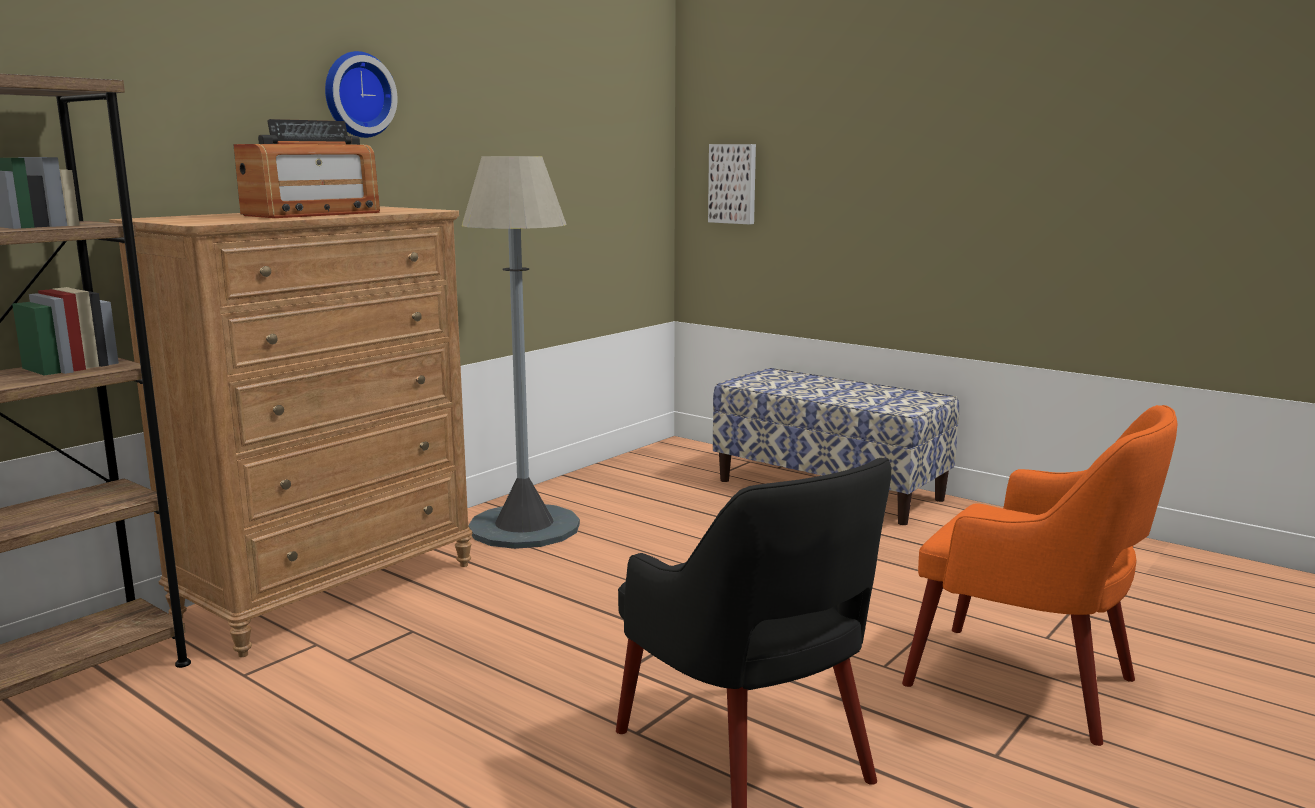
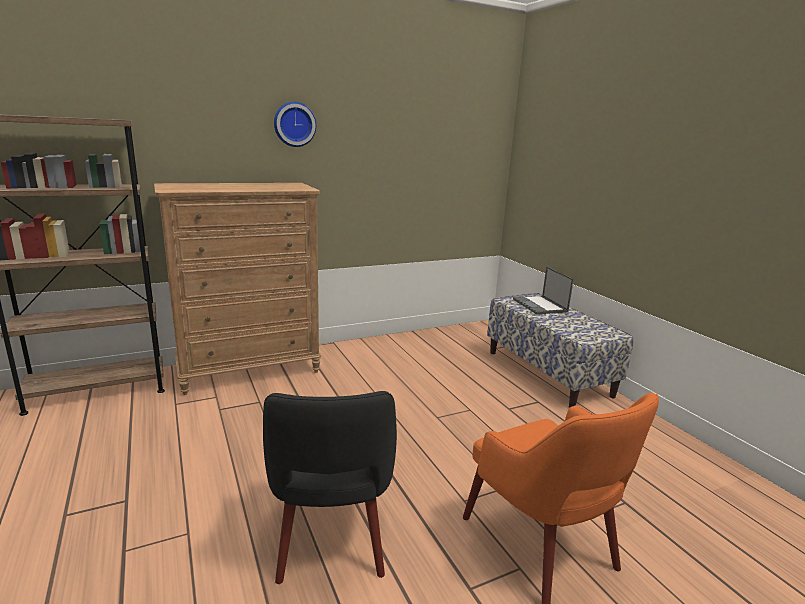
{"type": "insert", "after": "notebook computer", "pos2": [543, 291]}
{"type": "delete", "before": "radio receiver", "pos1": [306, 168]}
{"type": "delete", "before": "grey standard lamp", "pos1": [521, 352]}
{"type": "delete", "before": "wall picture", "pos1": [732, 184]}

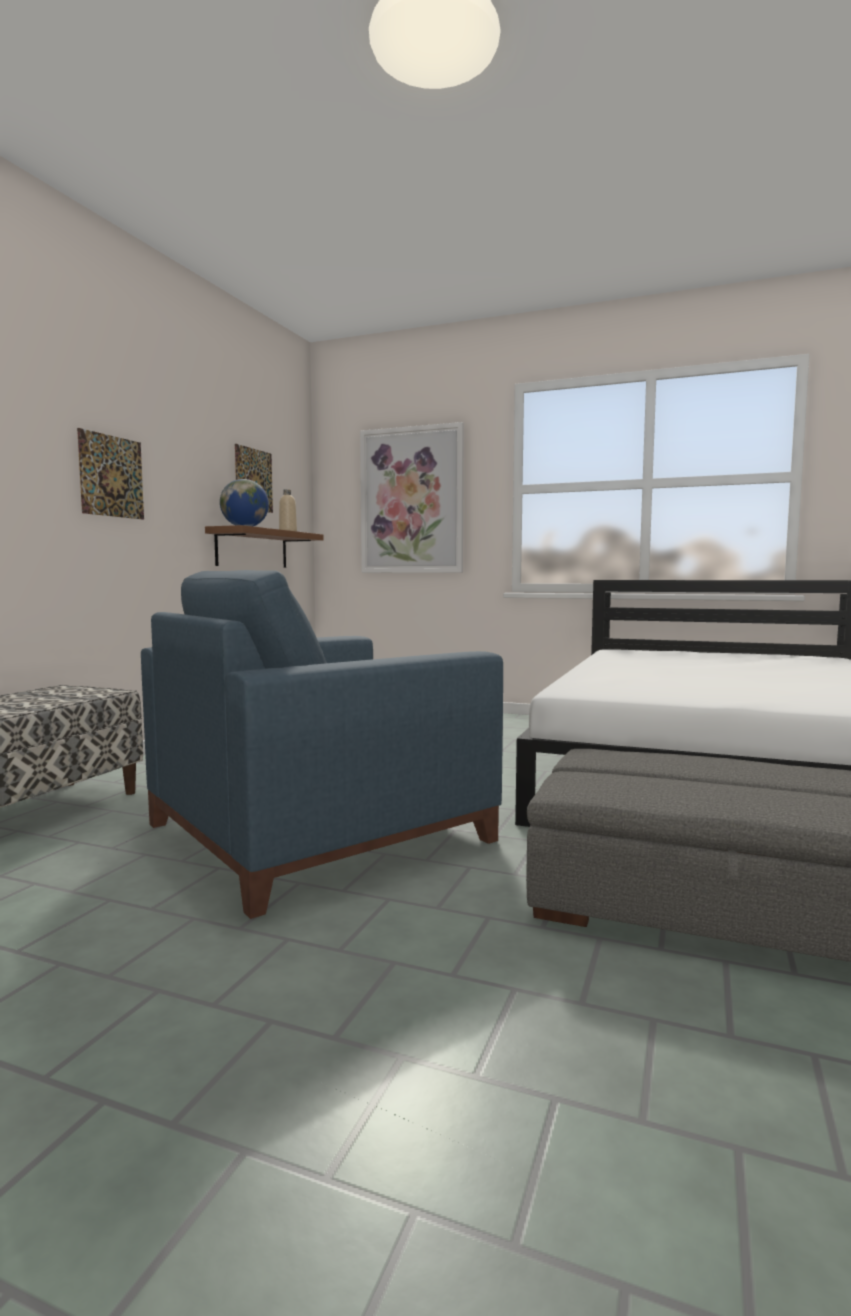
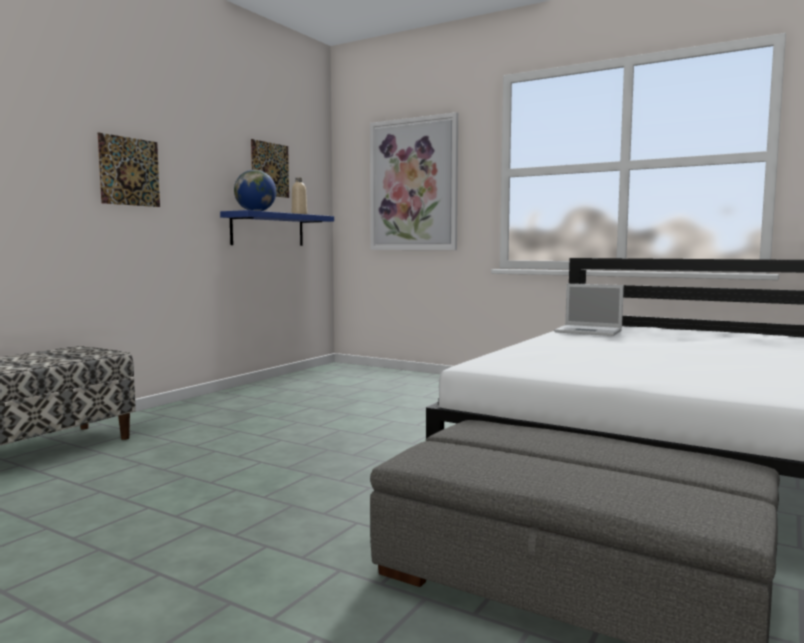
{"type": "recolor", "before": "brown wall shelf", "after": "blue-coloured wall shelf", "pos1": [264, 546], "pos2": [277, 228]}
{"type": "insert", "after": "notebook computer", "pos2": [589, 310]}
{"type": "delete", "before": "blue-coloured easy chair", "pos1": [322, 744]}

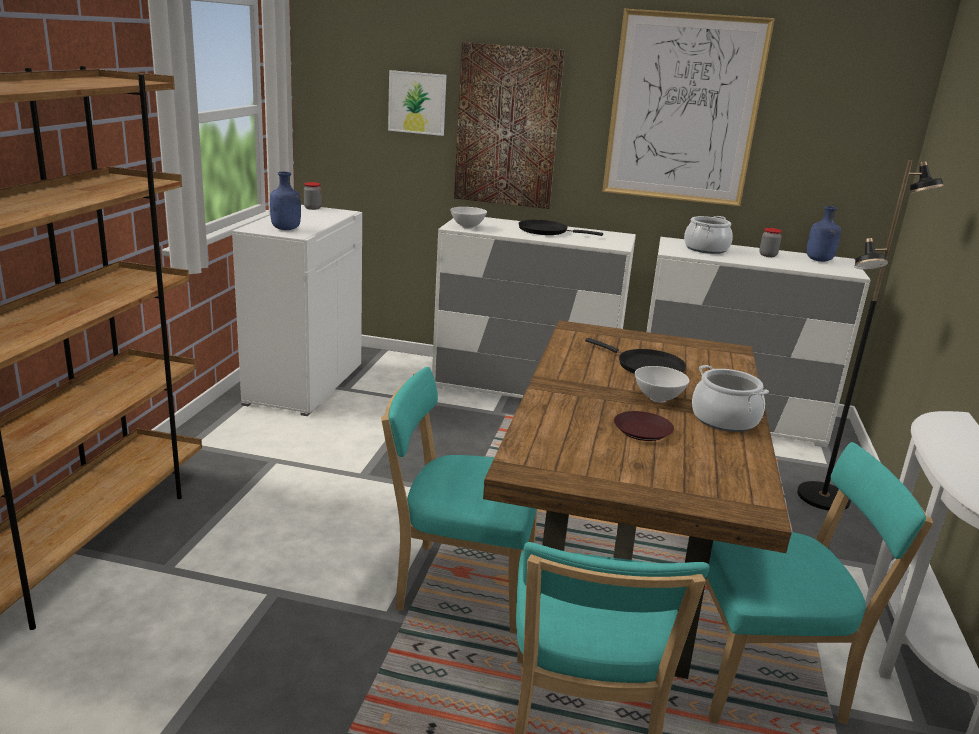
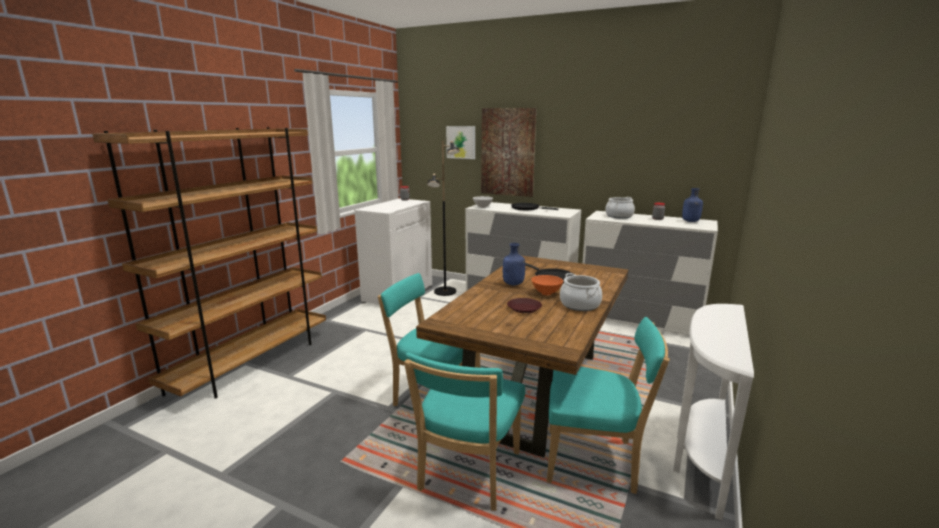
{"type": "move", "before": "blackish standard lamp", "pos1": [871, 335], "pos2": [443, 218]}
{"type": "move", "before": "blue-coloured bottle", "pos1": [285, 201], "pos2": [514, 264]}
{"type": "recolor", "before": "whitish bowl", "after": "orange-coloured bowl", "pos1": [662, 384], "pos2": [547, 285]}
{"type": "delete", "before": "wall picture", "pos1": [688, 107]}

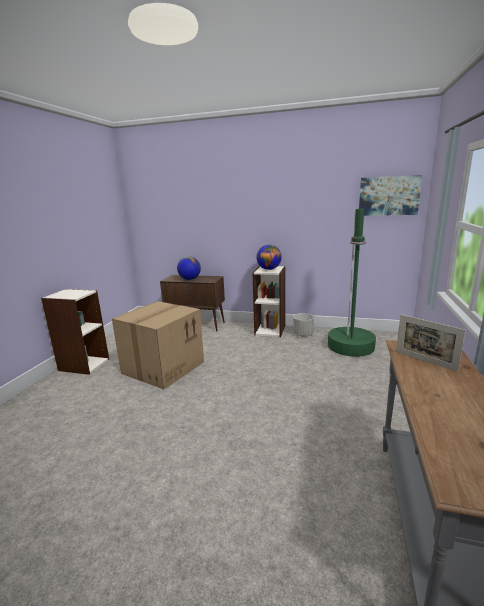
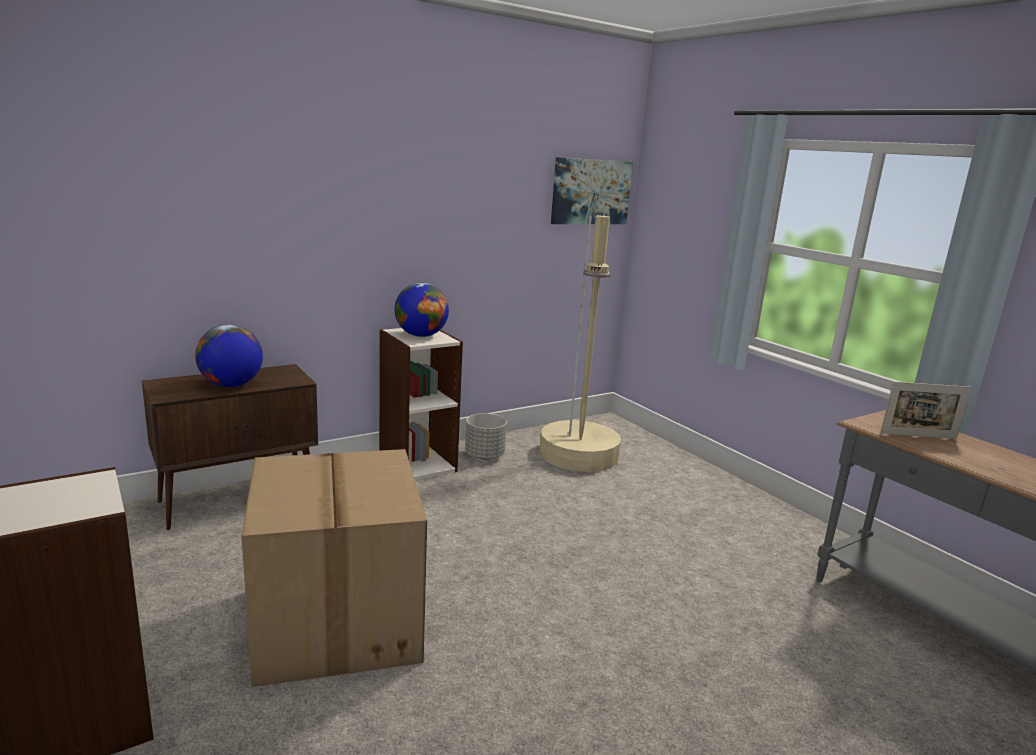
{"type": "recolor", "before": "green-coloured standard lamp", "after": "sand-coloured standard lamp", "pos1": [352, 283], "pos2": [580, 344]}

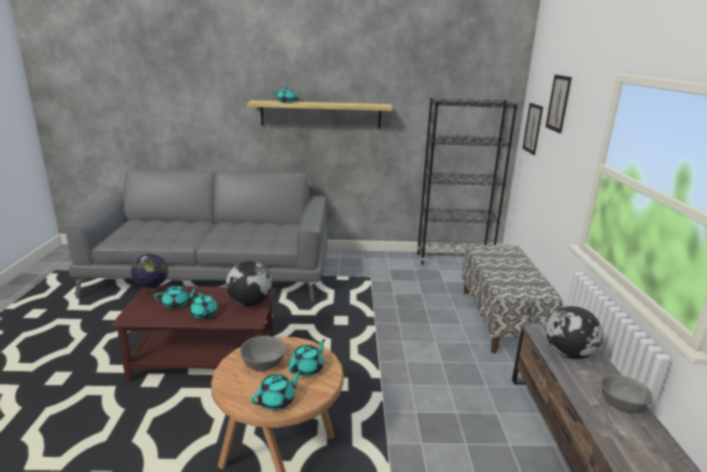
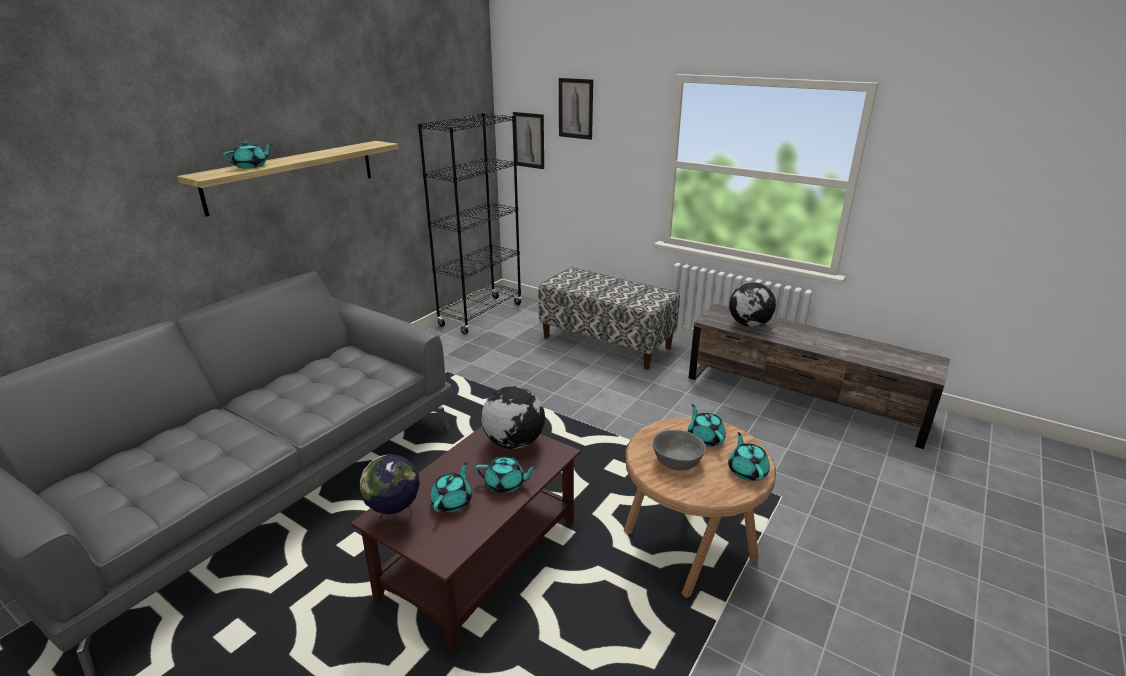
{"type": "delete", "before": "grey bowl", "pos1": [626, 393]}

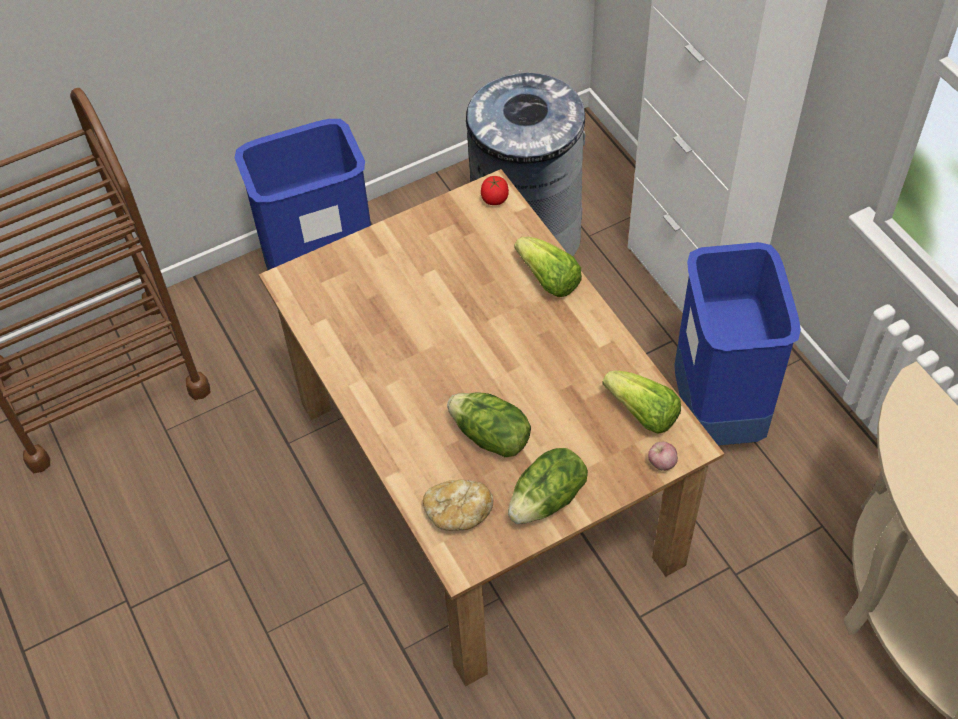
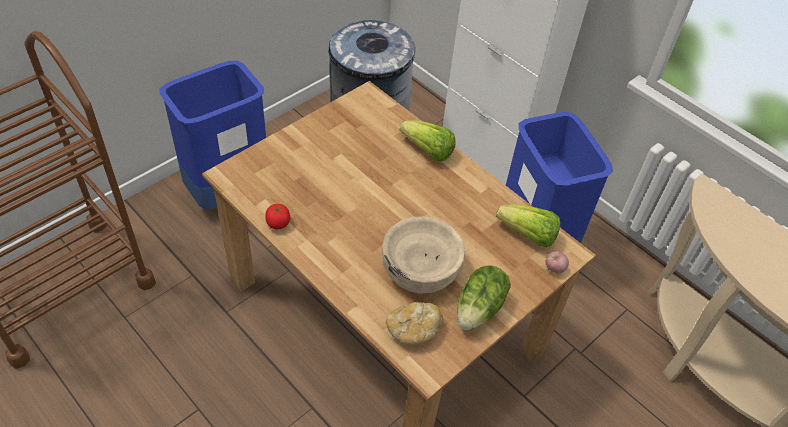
{"type": "move", "before": "tomato", "pos1": [495, 190], "pos2": [277, 216]}
{"type": "replace", "before": "lettuce head", "after": "sand-coloured bowl", "pos1": [489, 424], "pos2": [423, 255]}

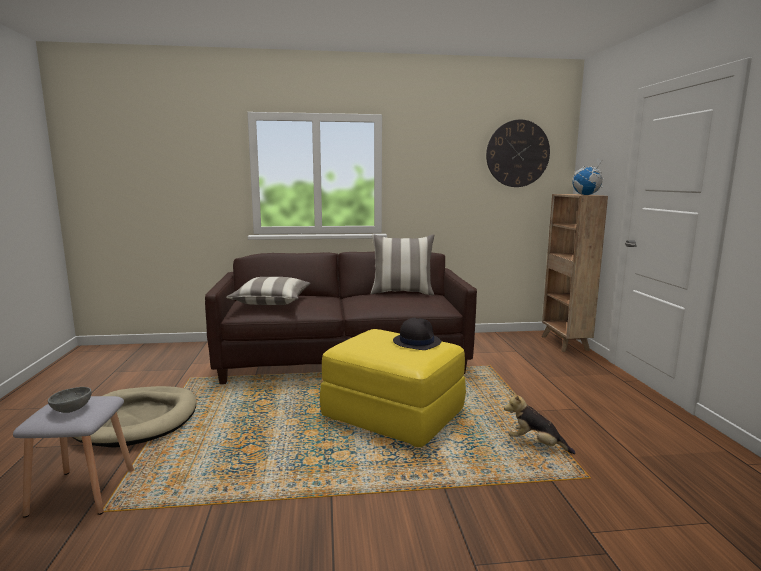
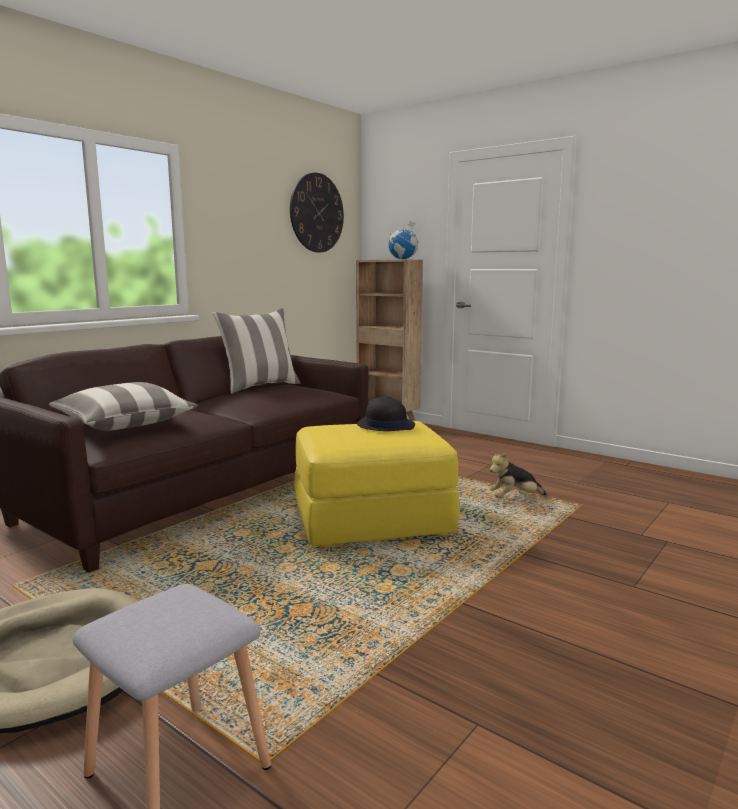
{"type": "delete", "before": "grey bowl", "pos1": [70, 400]}

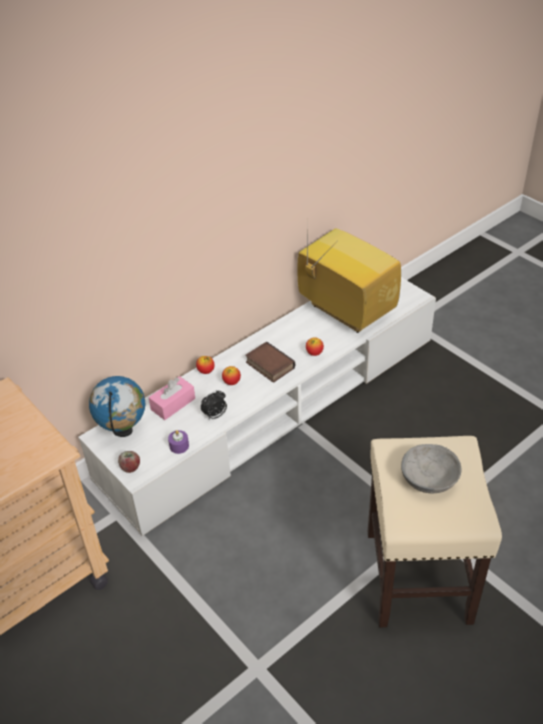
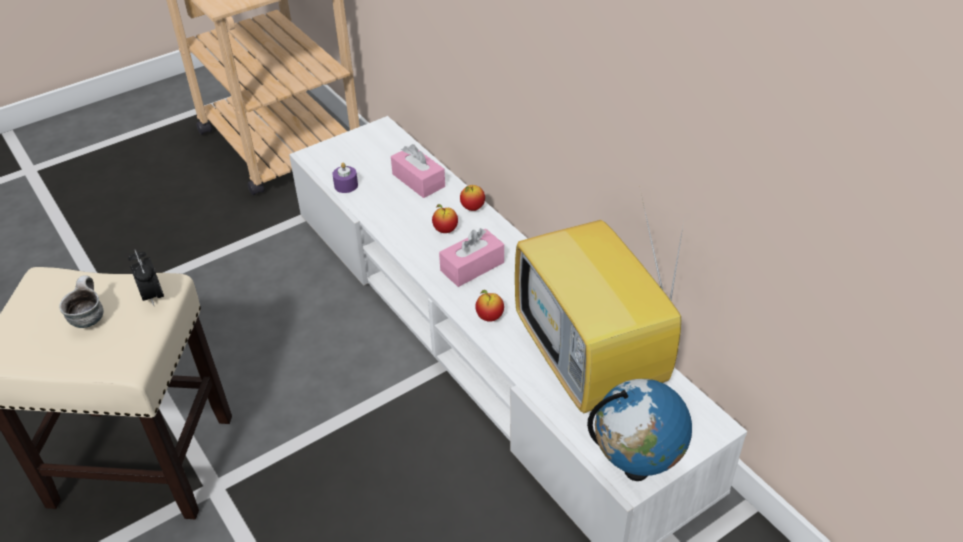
{"type": "replace", "before": "grey bowl", "after": "tea mug", "pos1": [431, 468], "pos2": [81, 301]}
{"type": "move", "before": "table clock", "pos1": [214, 404], "pos2": [146, 278]}
{"type": "replace", "before": "book", "after": "pink-coloured box of tissues", "pos1": [270, 362], "pos2": [471, 257]}
{"type": "rotate", "before": "TV", "pos1": [349, 279], "pos2": [600, 301], "turn": 105}
{"type": "move", "before": "globe", "pos1": [117, 406], "pos2": [639, 430]}
{"type": "delete", "before": "apple fruit", "pos1": [129, 462]}

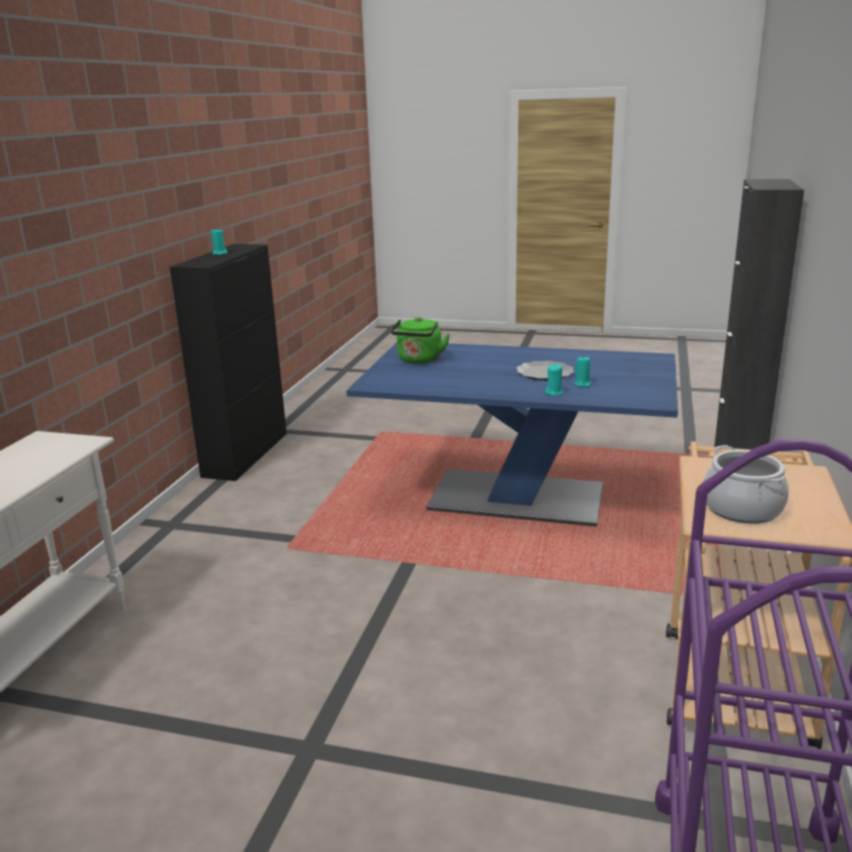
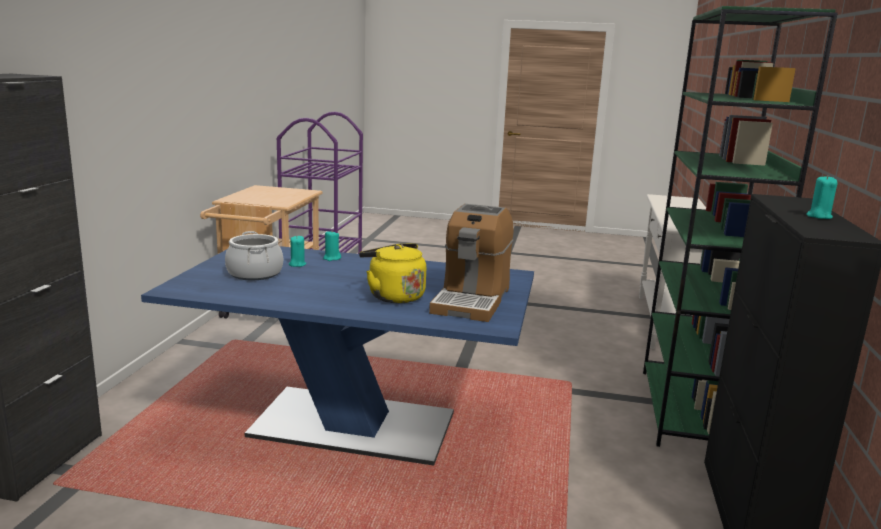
{"type": "move", "before": "cooking pot", "pos1": [746, 484], "pos2": [254, 255]}
{"type": "insert", "after": "yellow tea kettle", "pos2": [392, 273]}
{"type": "replace", "before": "green-coloured tea kettle", "after": "coffee brewer", "pos1": [420, 340], "pos2": [471, 263]}
{"type": "insert", "after": "green-coloured shelving unit", "pos2": [740, 226]}
{"type": "delete", "before": "dinner plate", "pos1": [545, 371]}

